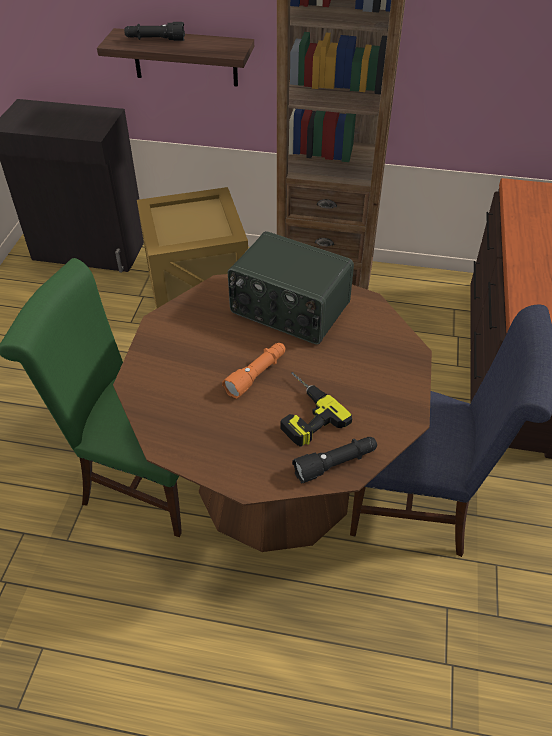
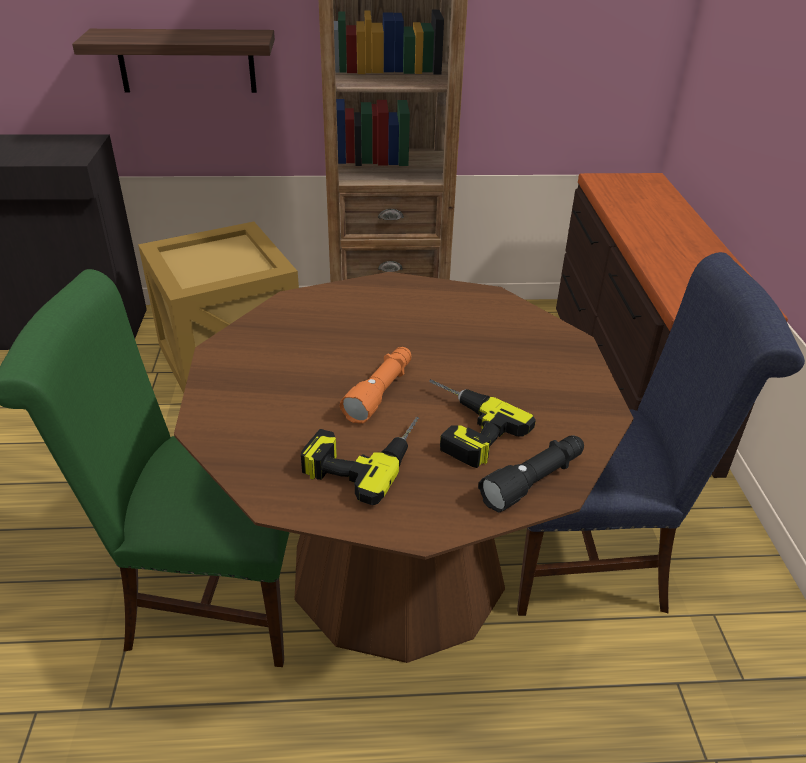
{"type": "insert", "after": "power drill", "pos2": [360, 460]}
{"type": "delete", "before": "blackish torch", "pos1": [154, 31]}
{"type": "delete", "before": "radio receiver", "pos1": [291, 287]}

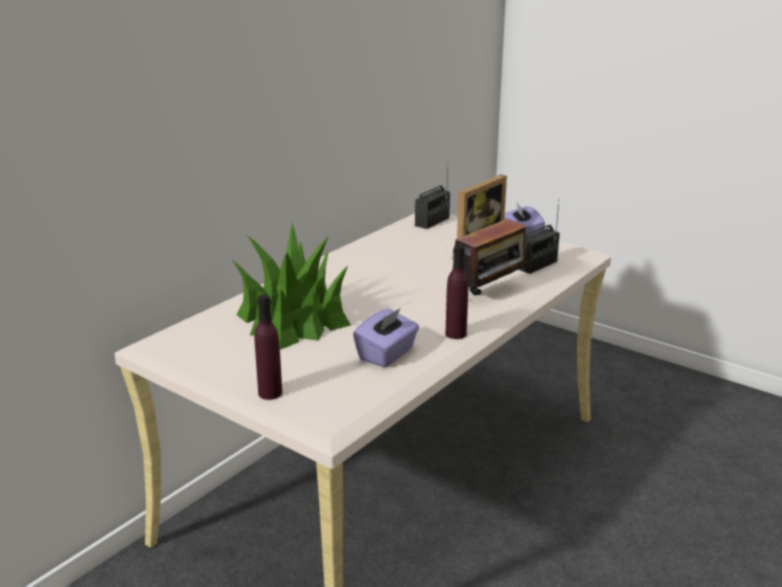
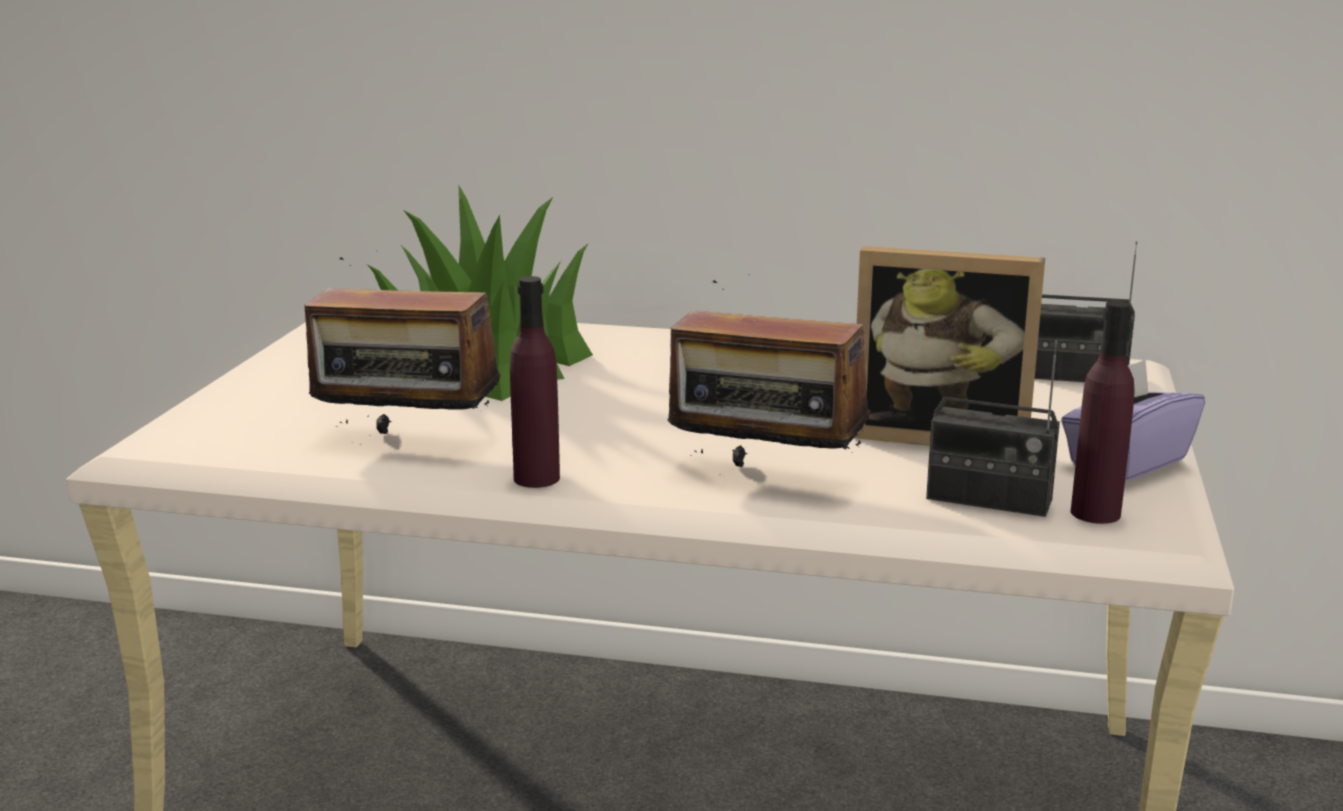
{"type": "replace", "before": "purple-coloured box of tissues", "after": "radio receiver", "pos1": [386, 337], "pos2": [402, 342]}
{"type": "move", "before": "purple-coloured bottle", "pos1": [268, 347], "pos2": [1102, 412]}

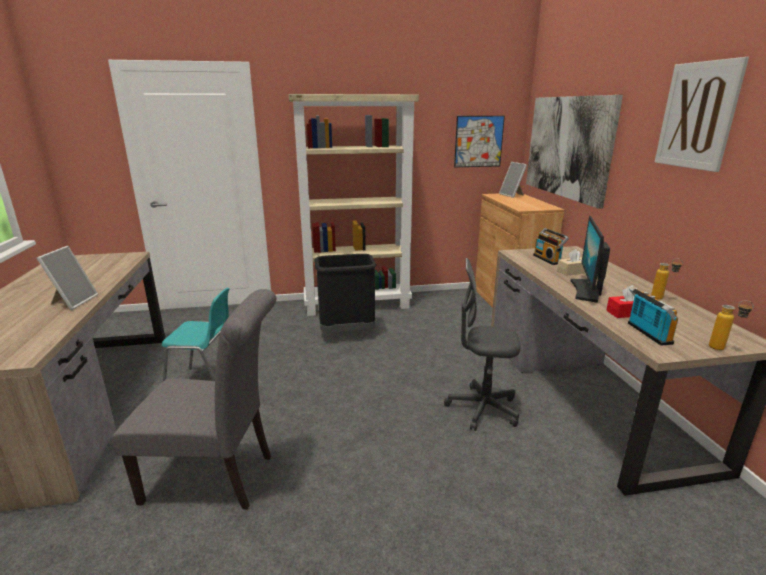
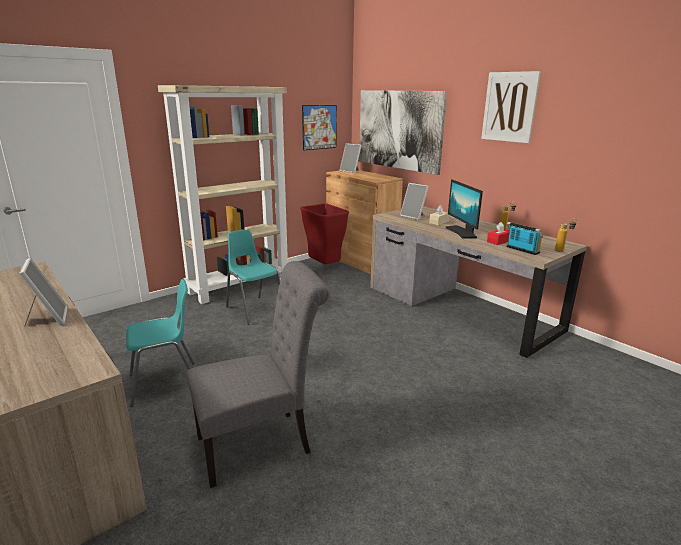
{"type": "replace", "before": "blackish rubbish bin", "after": "turquoise plain chair", "pos1": [345, 293], "pos2": [253, 277]}
{"type": "insert", "after": "reddish rubbish bin", "pos2": [324, 233]}
{"type": "replace", "before": "radio receiver", "after": "picture frame", "pos1": [551, 246], "pos2": [414, 201]}
{"type": "delete", "before": "grey office chair", "pos1": [482, 344]}

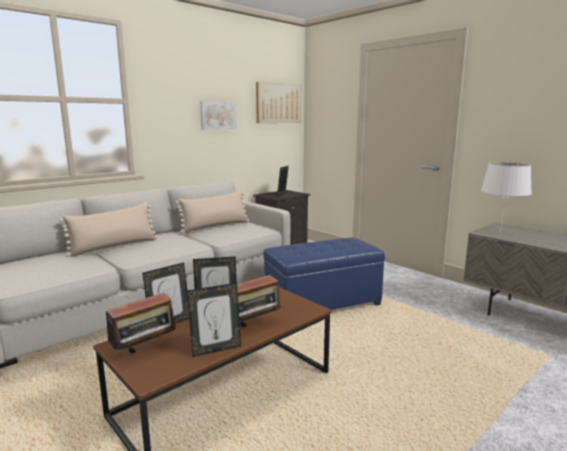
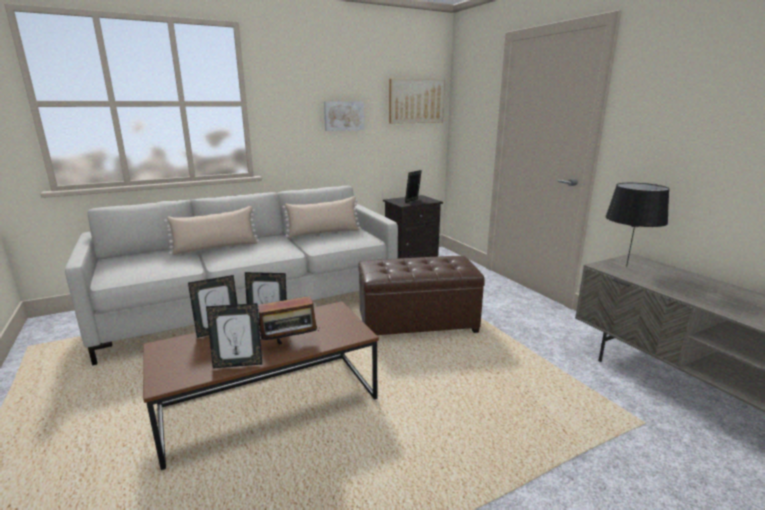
{"type": "recolor", "before": "blue-coloured footrest", "after": "brown footrest", "pos1": [324, 273], "pos2": [421, 295]}
{"type": "recolor", "before": "whitish tabletop lamp", "after": "blackish tabletop lamp", "pos1": [506, 197], "pos2": [637, 224]}
{"type": "delete", "before": "radio receiver", "pos1": [139, 324]}

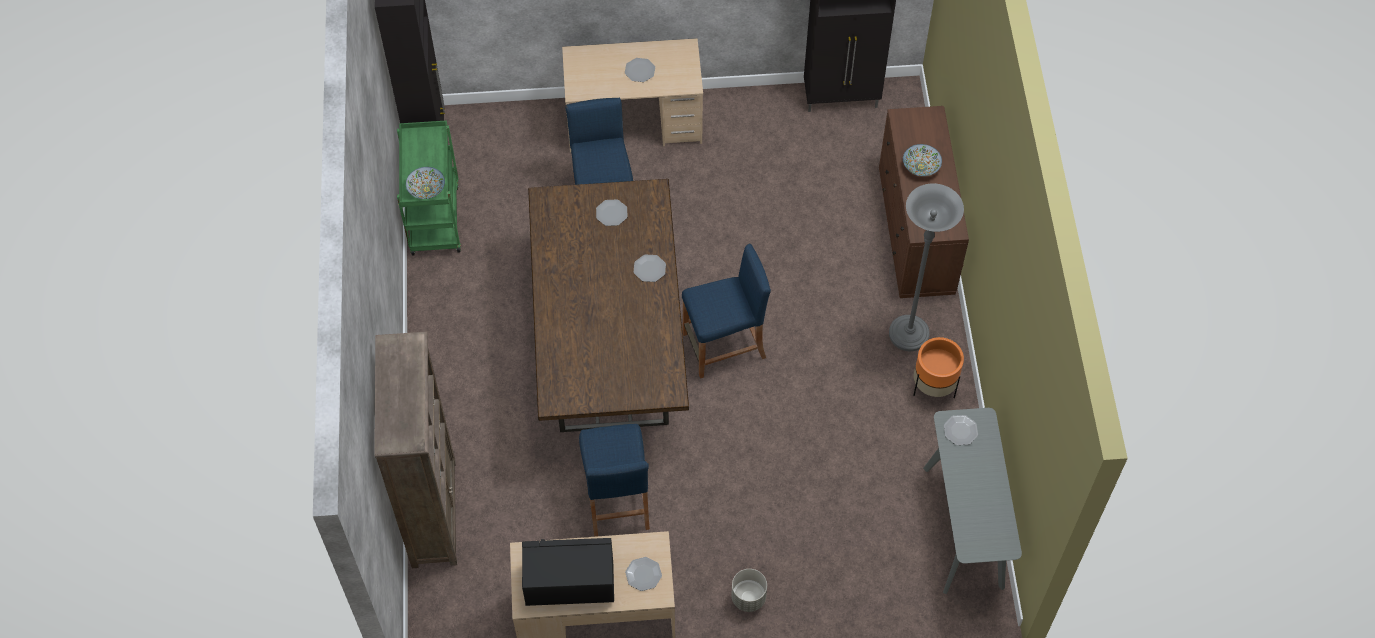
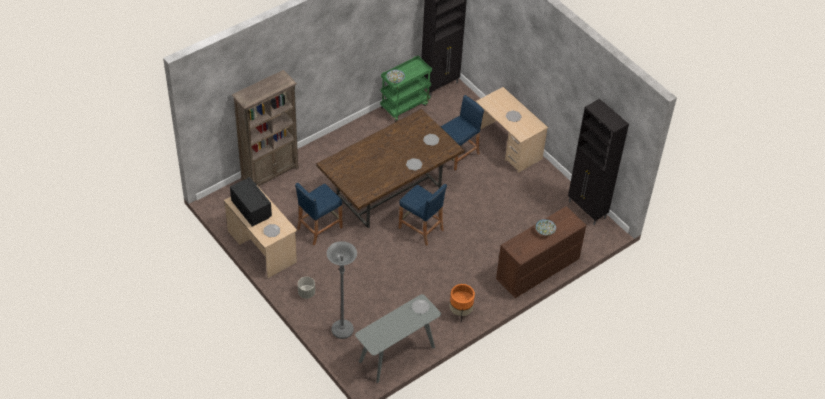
{"type": "move", "before": "grey standard lamp", "pos1": [926, 267], "pos2": [342, 290]}

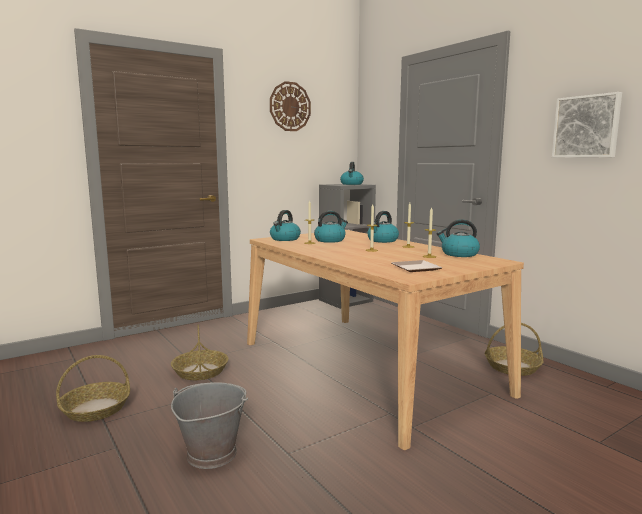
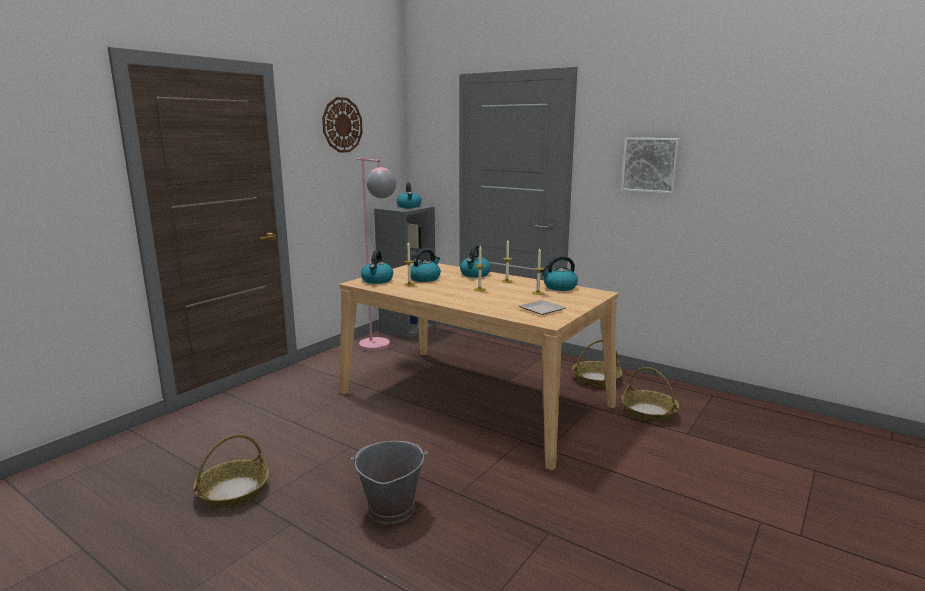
{"type": "insert", "after": "pink-coloured standard lamp", "pos2": [376, 254]}
{"type": "move", "before": "basket", "pos1": [199, 352], "pos2": [650, 394]}

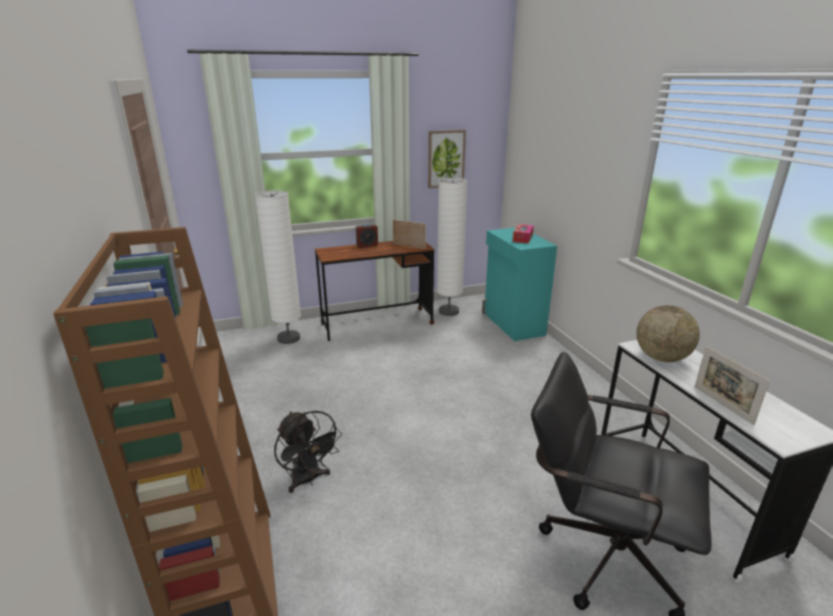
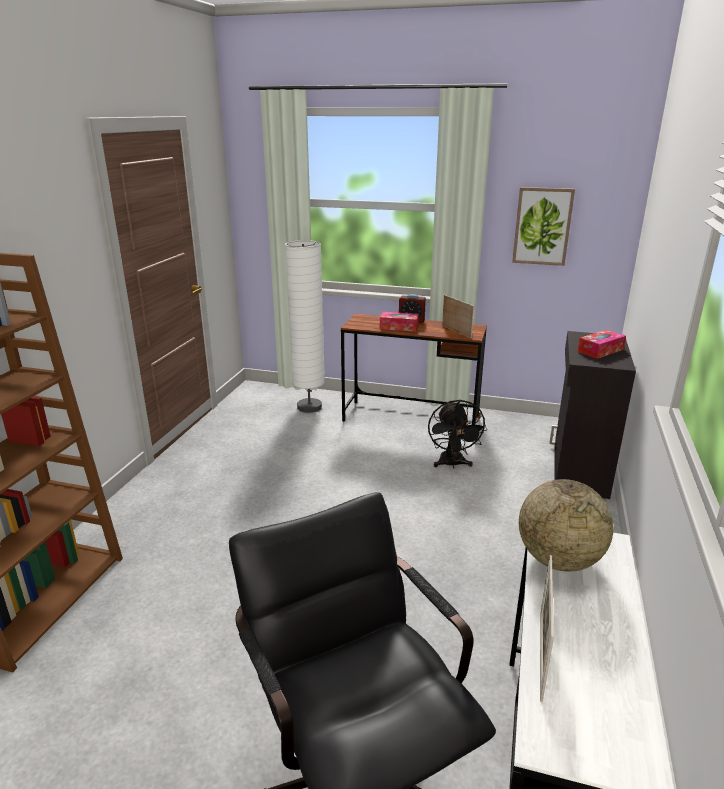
{"type": "insert", "after": "box of tissues", "pos2": [399, 322]}
{"type": "move", "before": "blackish fan", "pos1": [308, 452], "pos2": [457, 433]}
{"type": "recolor", "before": "turquoise storage cabinet", "after": "blackish storage cabinet", "pos1": [519, 284], "pos2": [592, 415]}
{"type": "delete", "before": "whitish standard lamp", "pos1": [452, 246]}

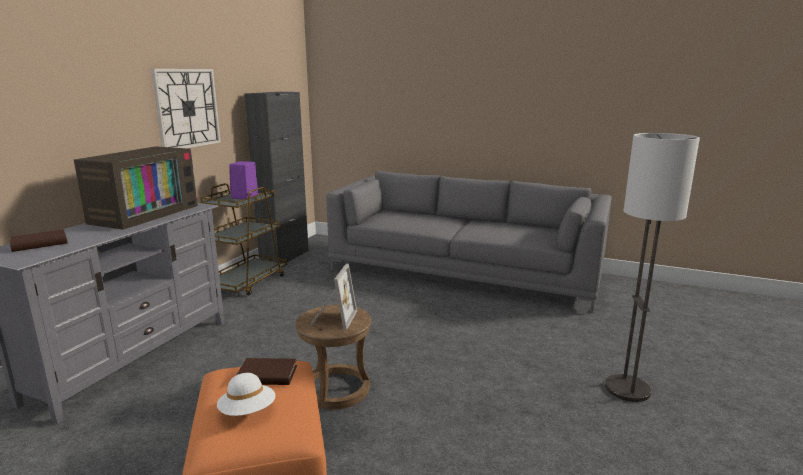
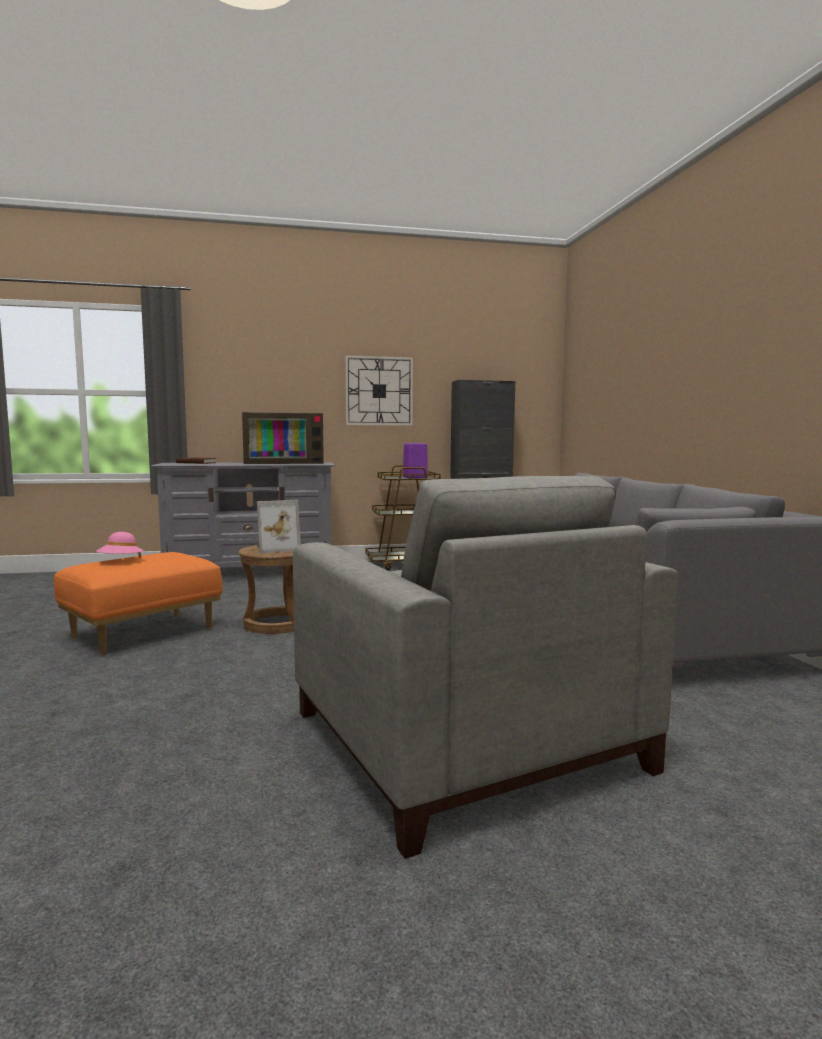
{"type": "recolor", "before": "whitish hat", "after": "pink-coloured hat", "pos1": [246, 394], "pos2": [120, 545]}
{"type": "replace", "before": "standard lamp", "after": "grey easy chair", "pos1": [652, 267], "pos2": [485, 667]}
{"type": "delete", "before": "brown book", "pos1": [266, 371]}

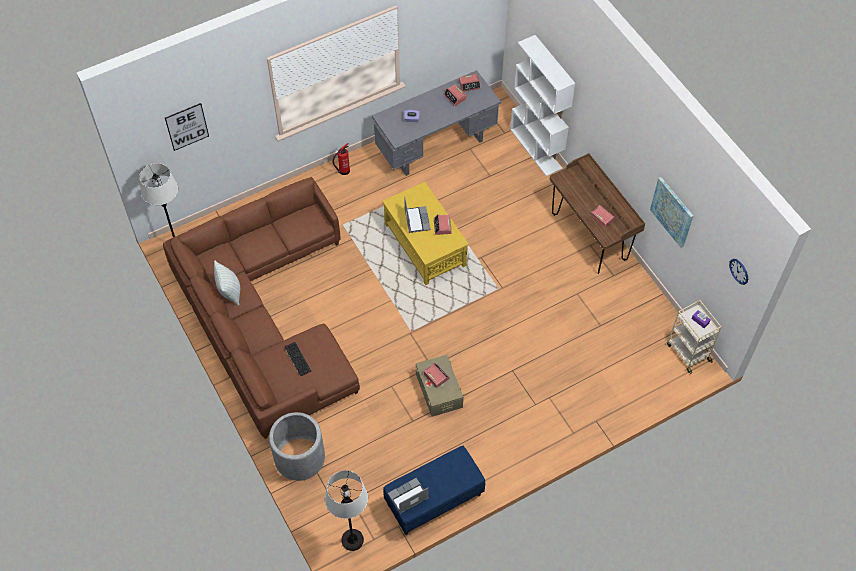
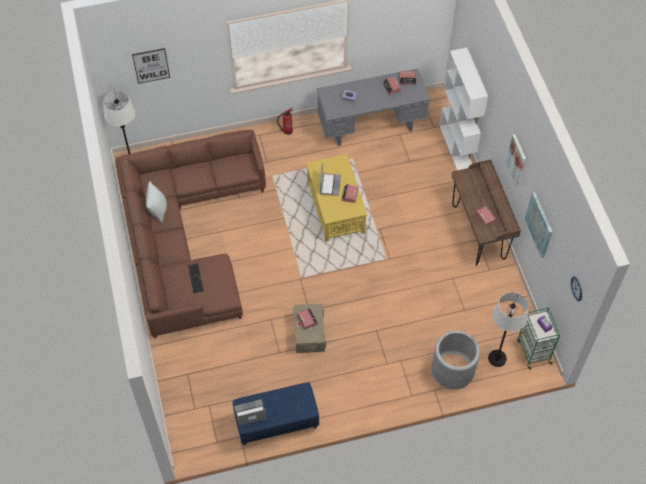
{"type": "move", "before": "grey flower pot", "pos1": [297, 446], "pos2": [456, 360]}
{"type": "move", "before": "whitish standard lamp", "pos1": [346, 510], "pos2": [508, 329]}
{"type": "insert", "after": "wall picture", "pos2": [516, 160]}
{"type": "recolor", "before": "sand-coloured wheeled cart", "after": "green-coloured wheeled cart", "pos1": [694, 337], "pos2": [538, 338]}

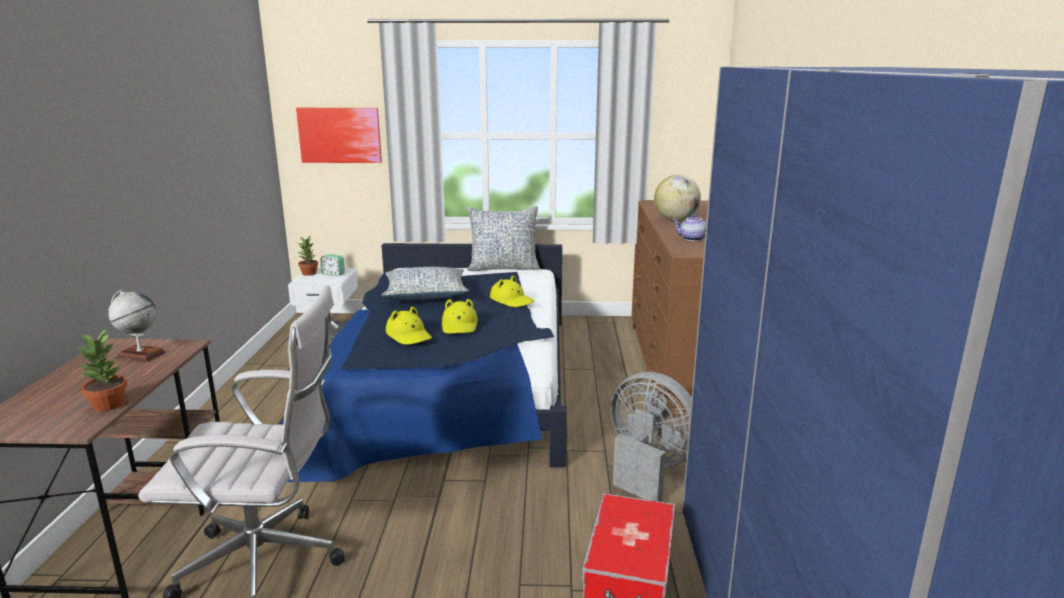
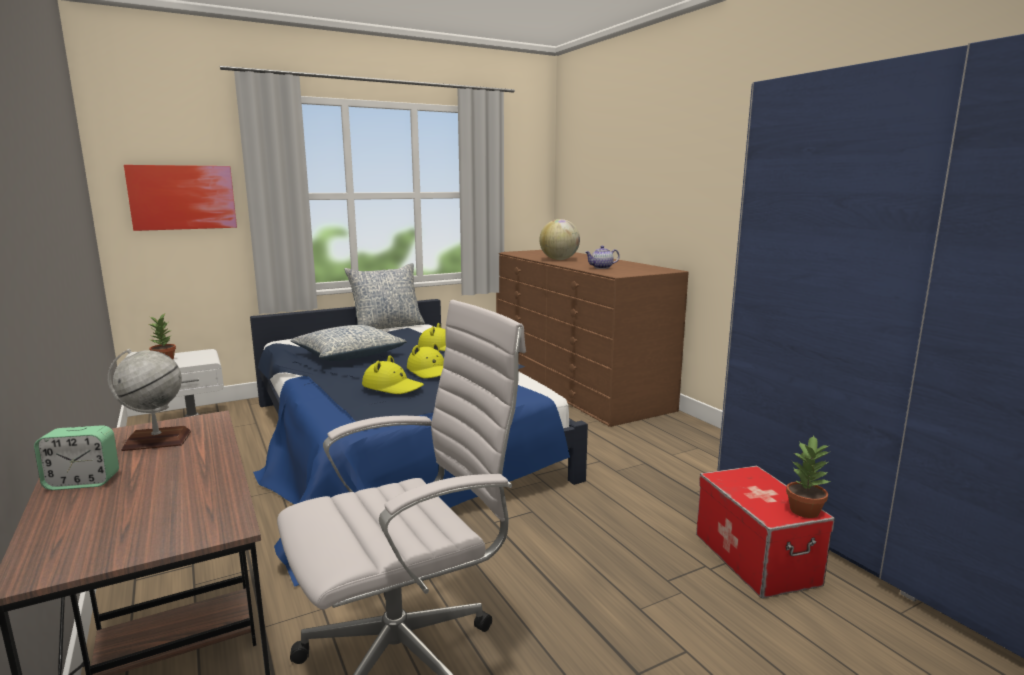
{"type": "move", "before": "table clock", "pos1": [332, 265], "pos2": [76, 457]}
{"type": "move", "before": "potted plant", "pos1": [101, 370], "pos2": [808, 476]}
{"type": "delete", "before": "grey fan", "pos1": [651, 437]}

